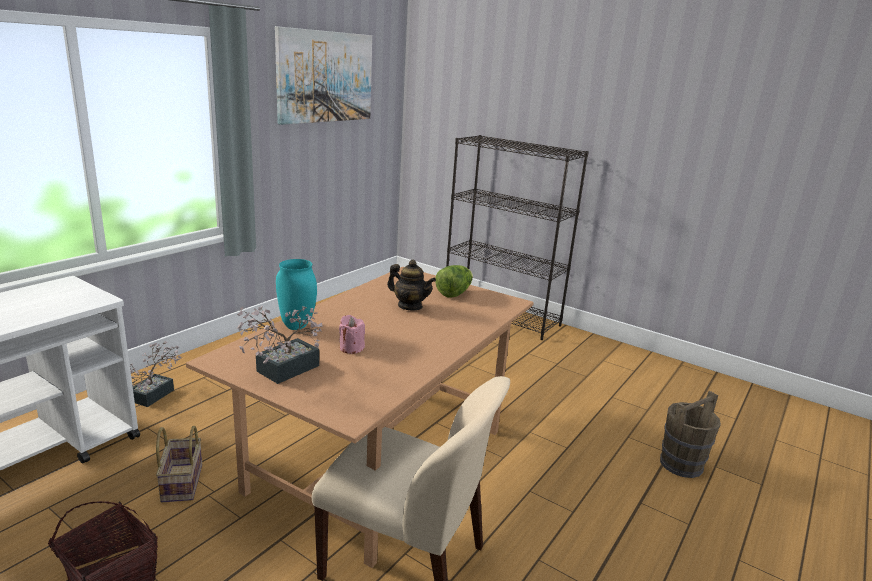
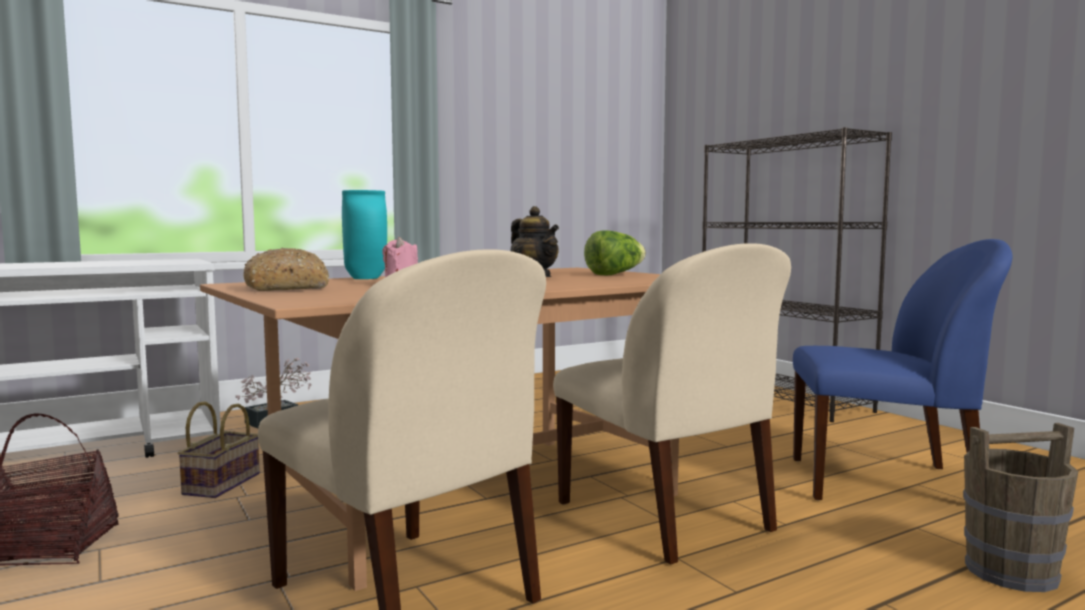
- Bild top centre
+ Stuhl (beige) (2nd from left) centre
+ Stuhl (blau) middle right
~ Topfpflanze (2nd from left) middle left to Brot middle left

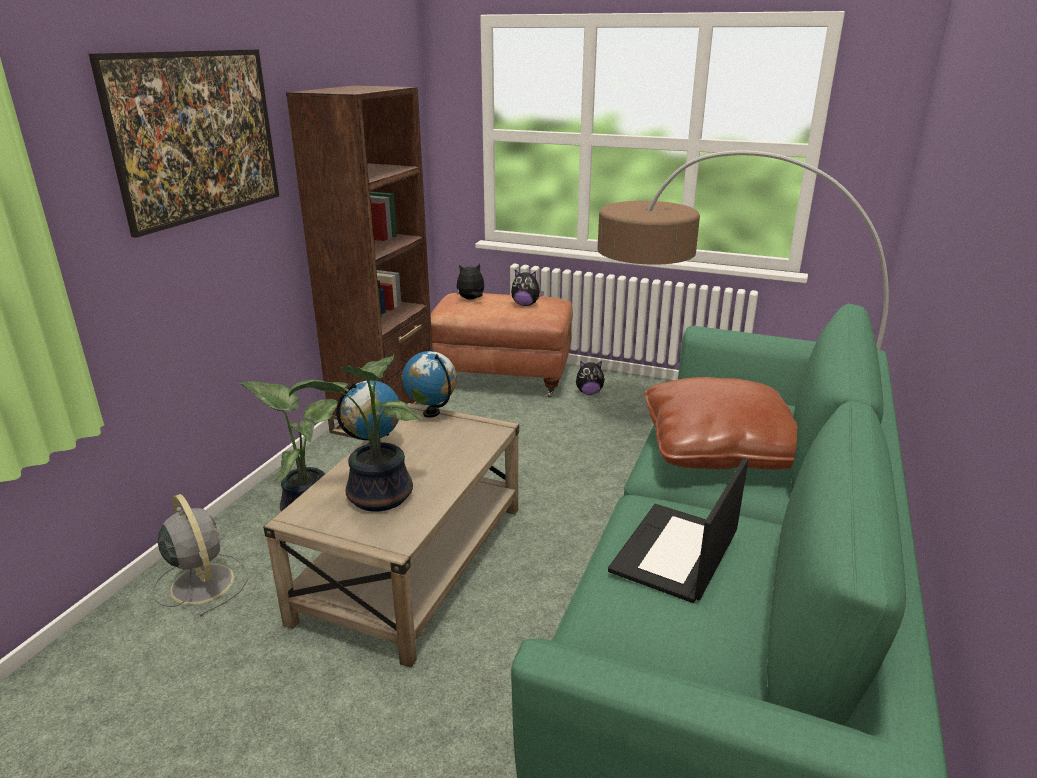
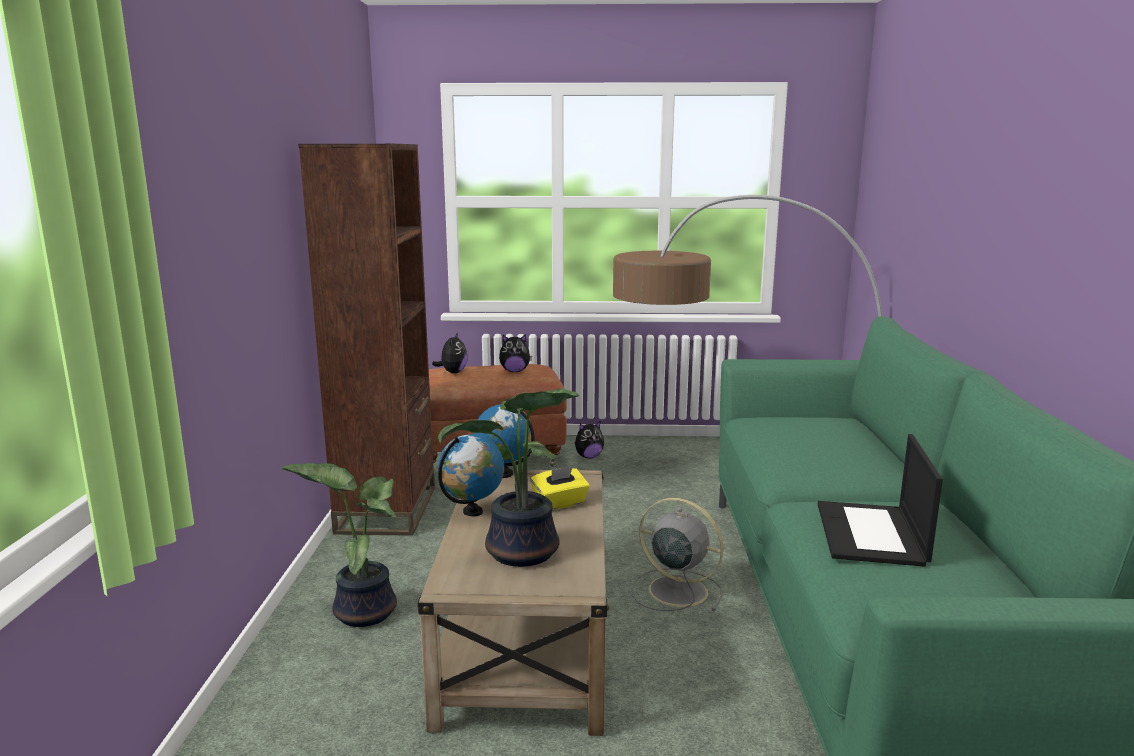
- Bild top left
- Kissen (braun) middle right
+ Taschentuchbox (gelb) centre
~ Ventilator (grau) bottom left to bottom centre
~ Plüschtier (1st from left) centre = centre 135 degrees clockwise

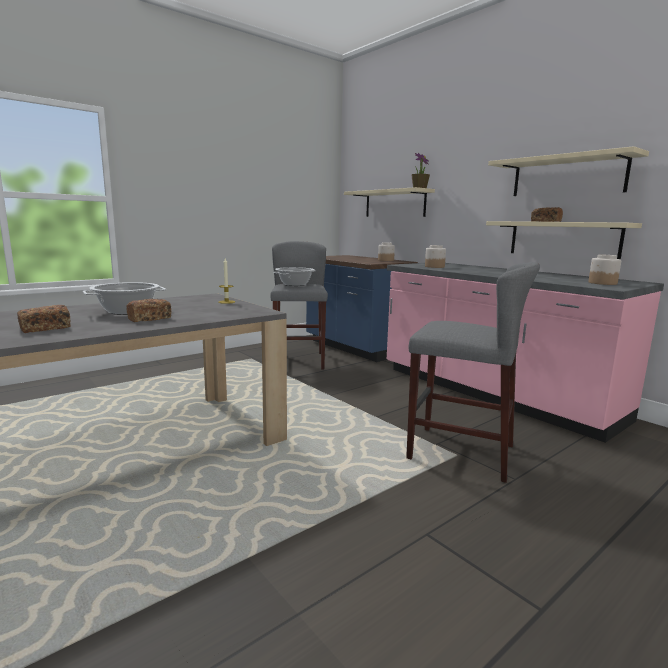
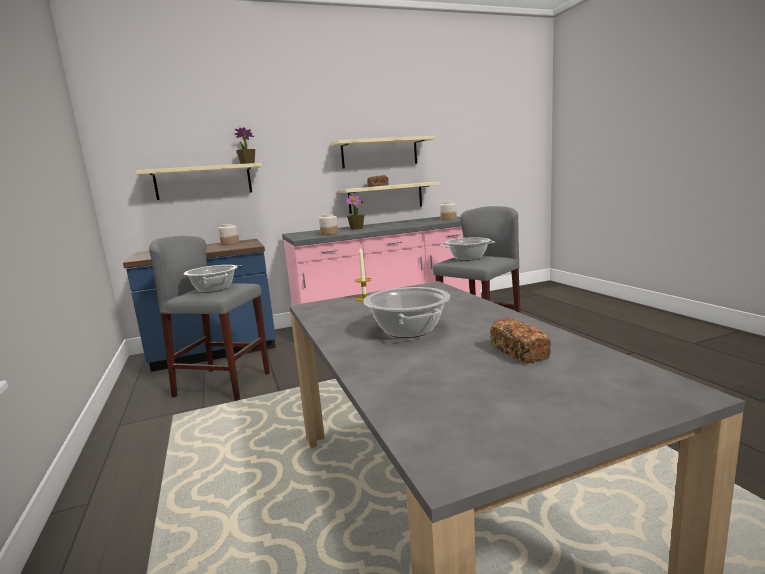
- Brot (2nd from left) middle left
+ Topfpflanze (2nd from left) centre
+ Kochtopf (3rd from left) centre

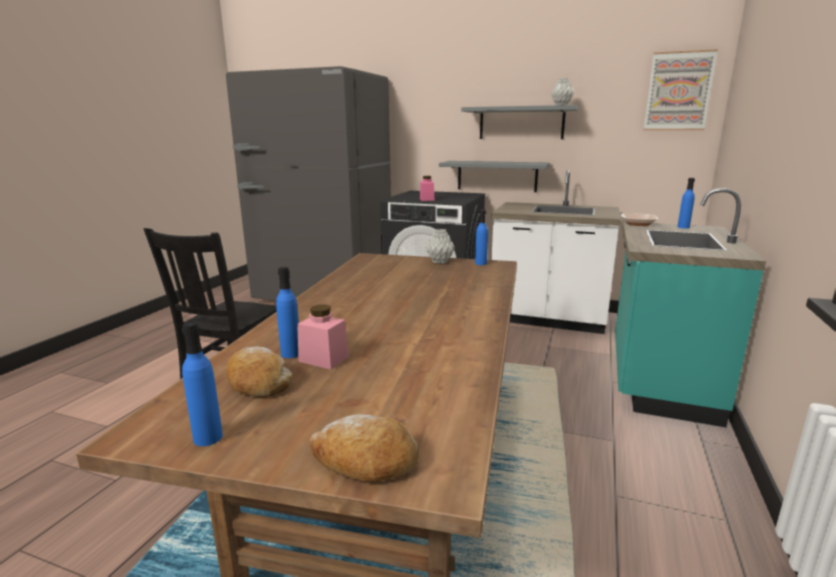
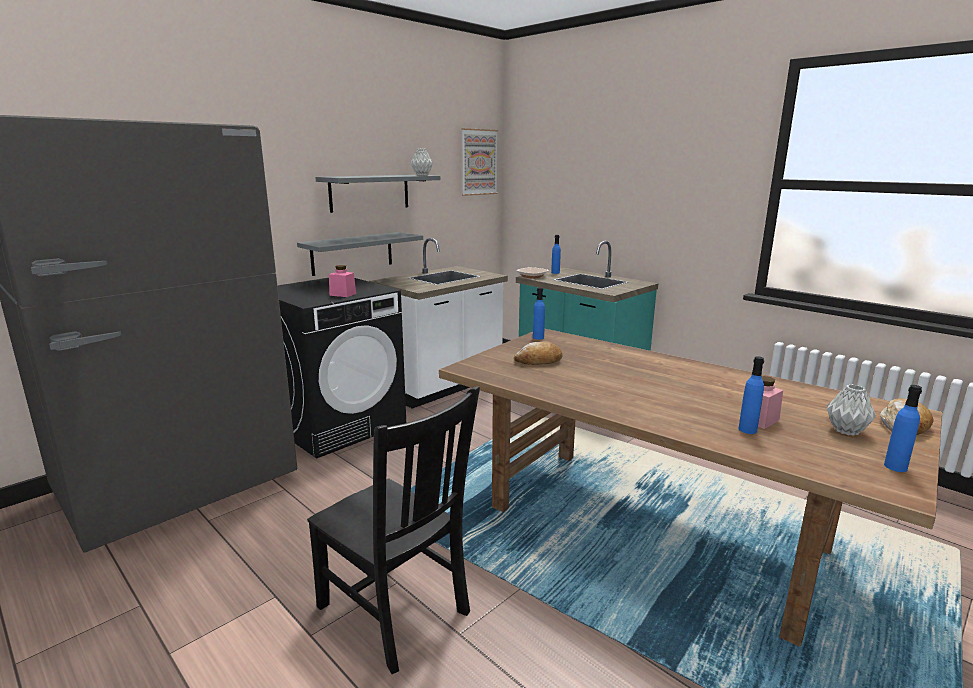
~ Brot (1st from left) middle left to centre
~ Vase (grau) (1st from left in the first image) centre to Vase (grau) (2nd from left) middle right

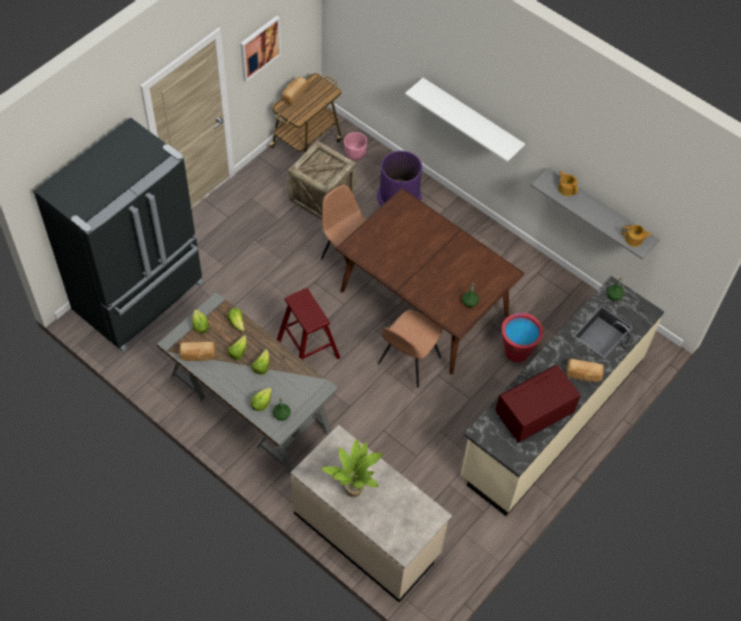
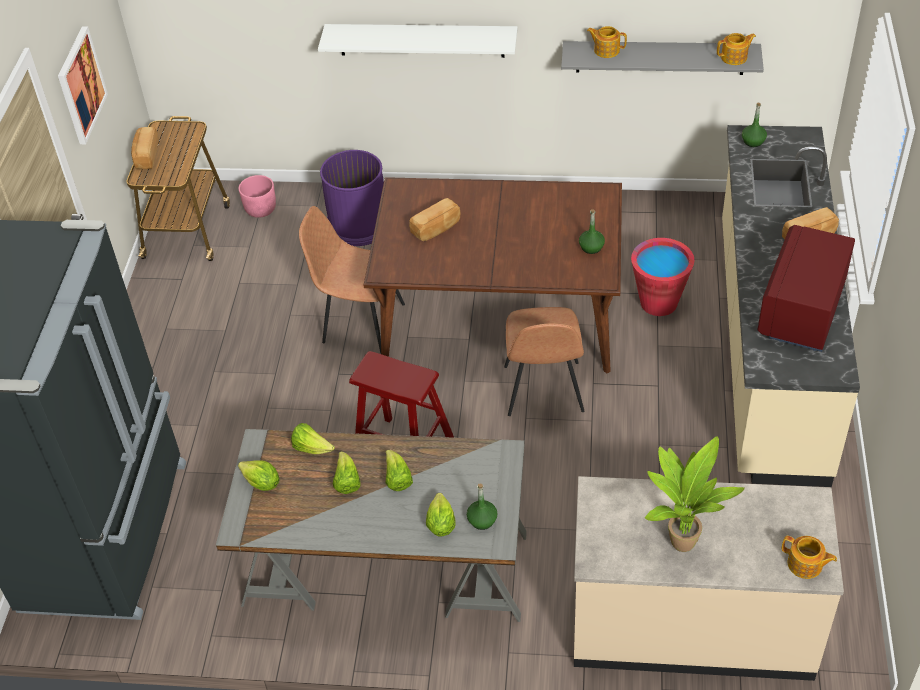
- Kiste top centre
+ Teekanne (3rd from left) bottom right
~ Brot (1st from left in the first image) middle left to Brot (2nd from left) top centre

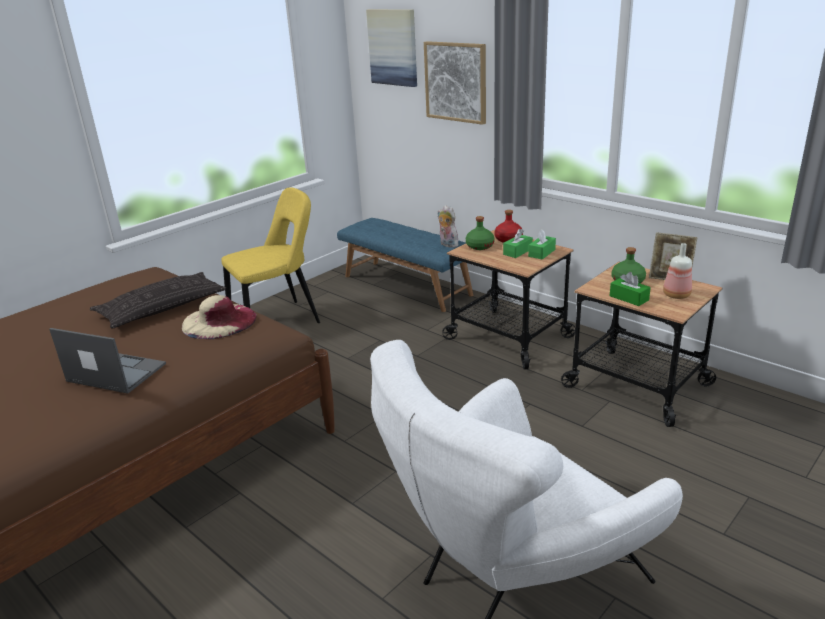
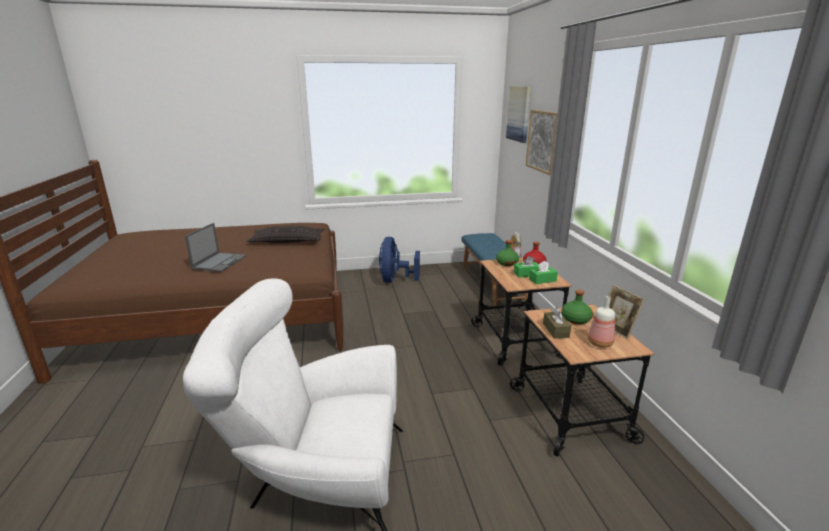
- Hut (beige) middle left
~ Stuhl (gelb) middle left to Ventilator (blau) centre
~ Taschentuchbox (grün) (3rd from left) middle right to Taschentuchbox (braun) middle right
~ Laptop middle left = middle left 45 degrees clockwise

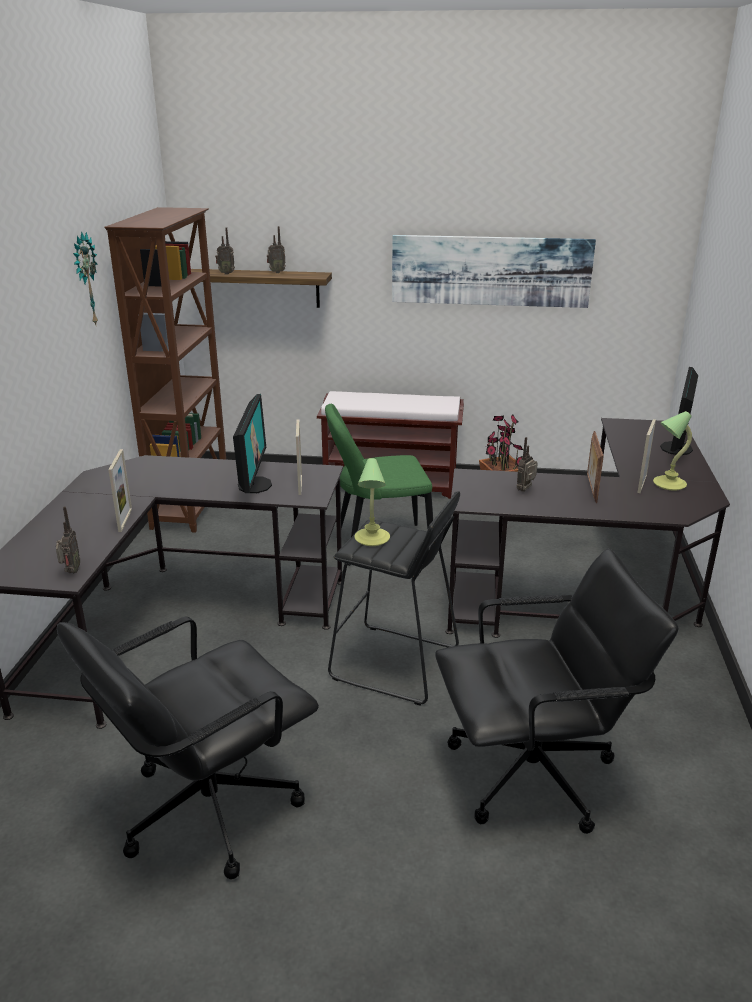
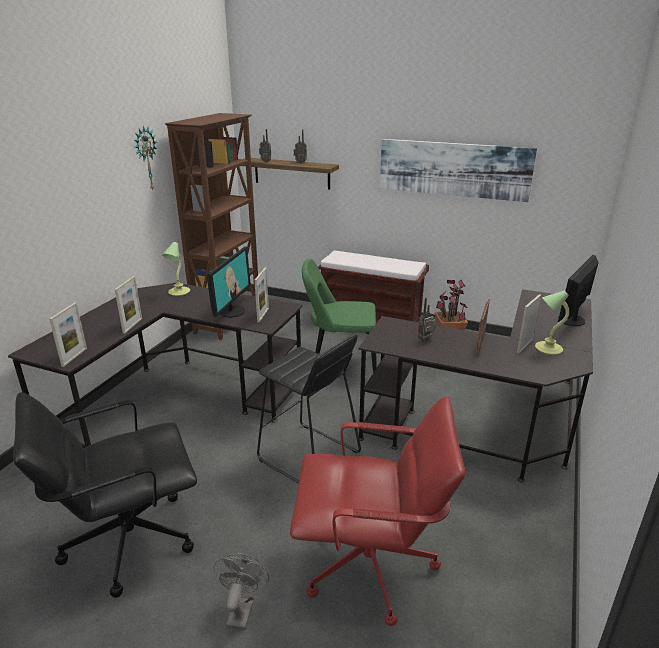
+ Ventilator (grau) bottom centre
~ Tischlampe (1st from left) centre to middle left
~ Radio (1st from left) middle left to Bilderrahmen (1st from left) middle left
~ Bürostuhl (schwarz) (2nd from left) bottom right to Bürostuhl (rot) bottom centre

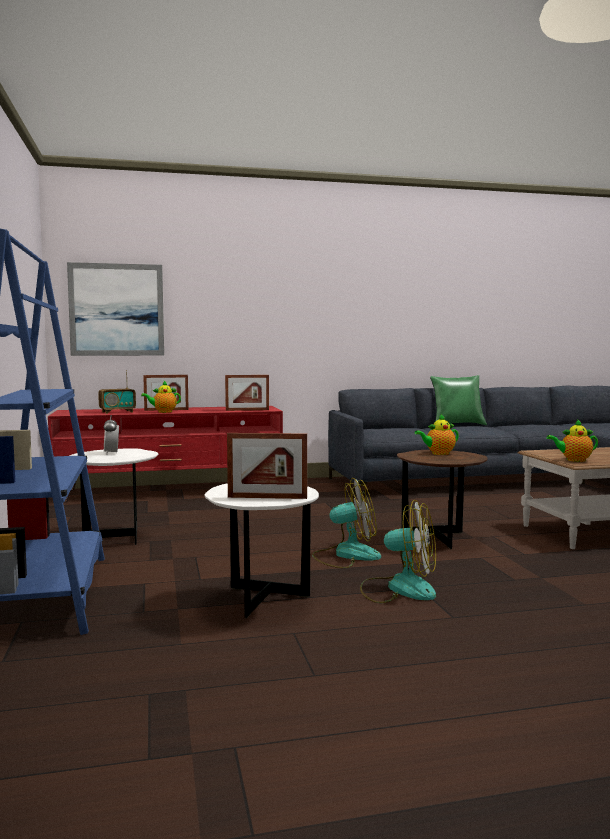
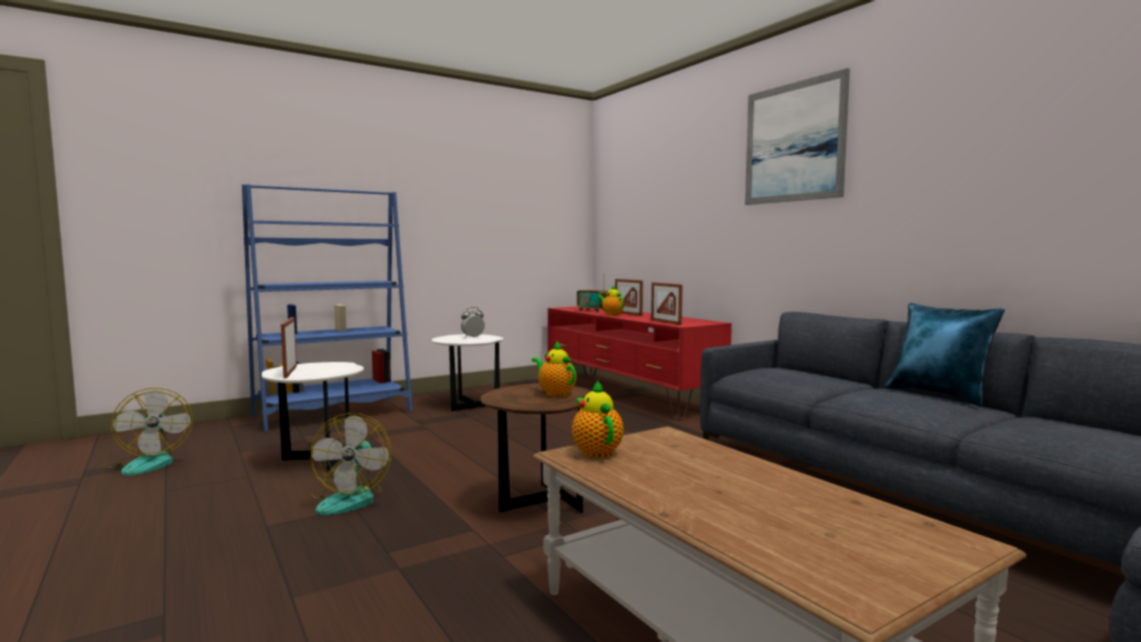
~ Bild middle left to top right
~ Ventilator (1st from left) centre to bottom left
~ Kissen (grün) middle right to Kissen (blau) middle right

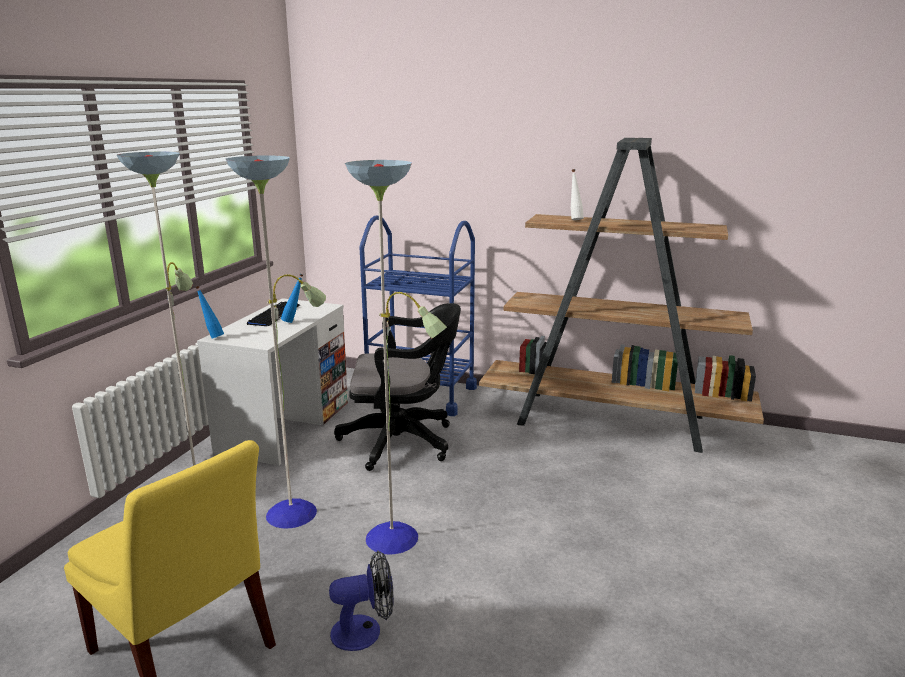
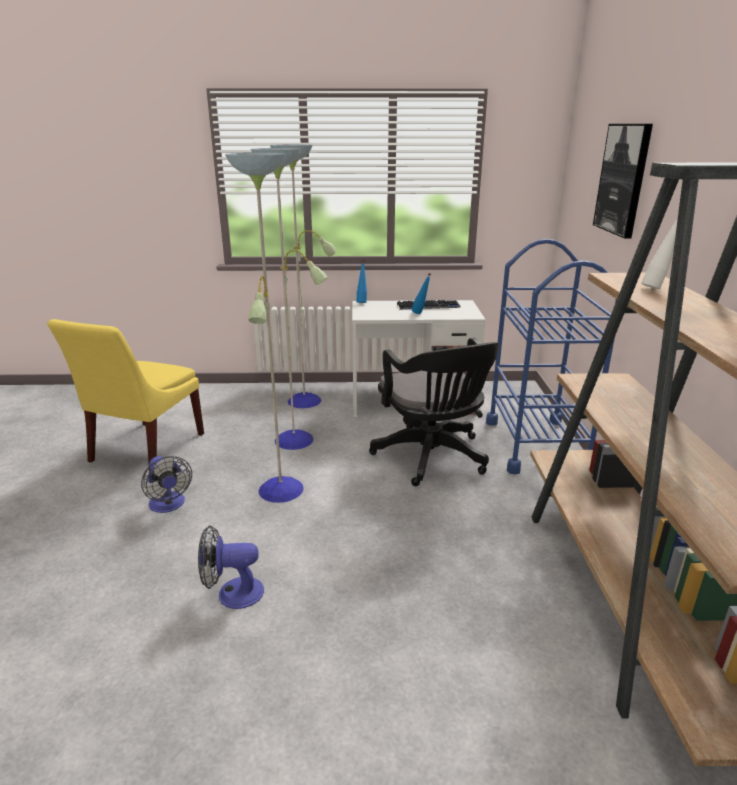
+ Ventilator (2nd from left) bottom left
+ Bild top right

